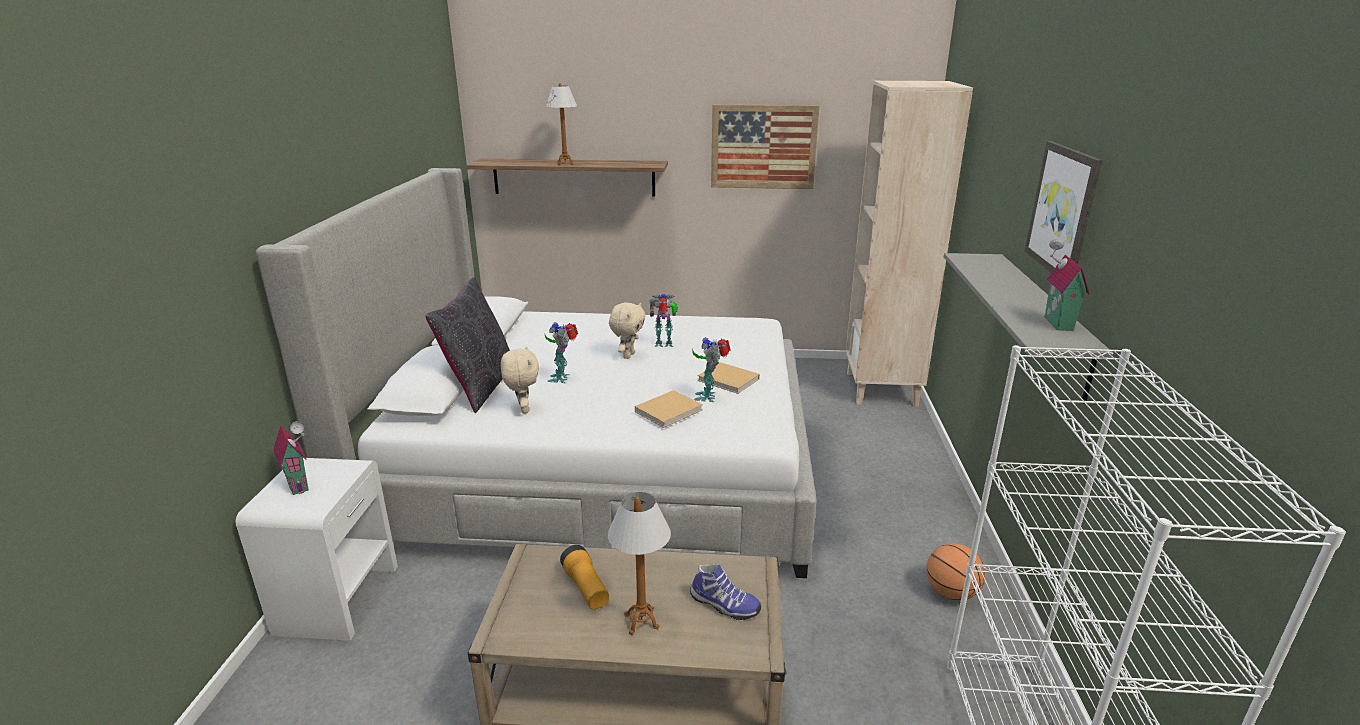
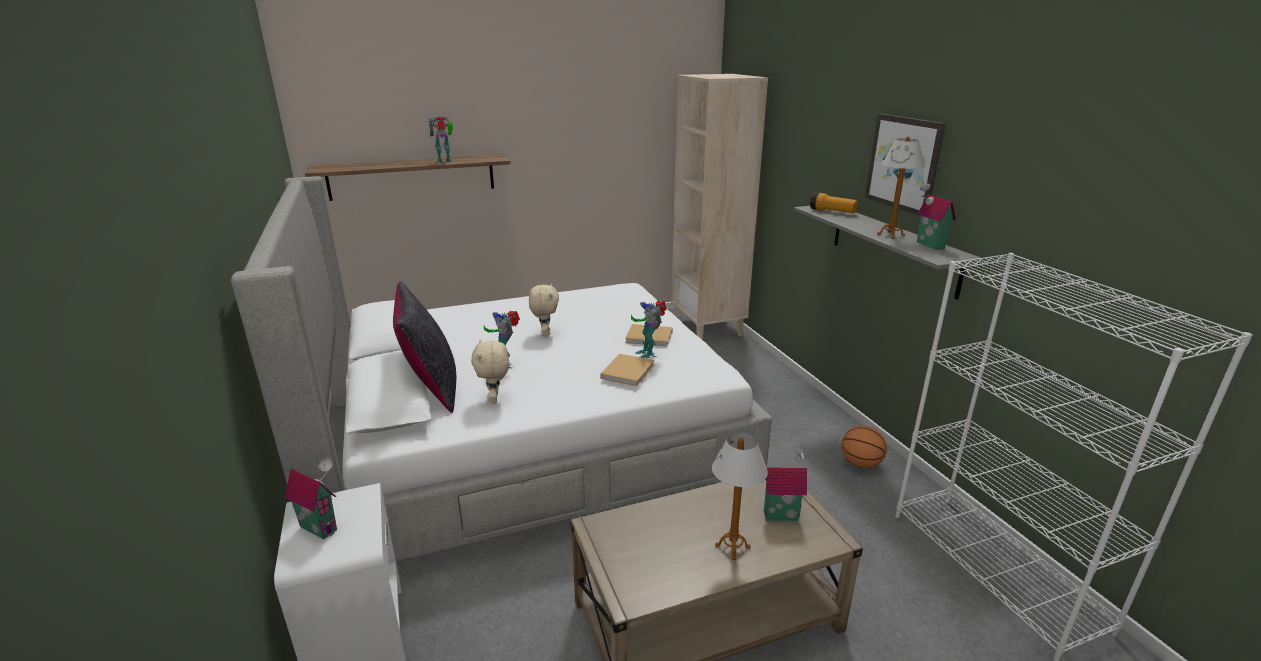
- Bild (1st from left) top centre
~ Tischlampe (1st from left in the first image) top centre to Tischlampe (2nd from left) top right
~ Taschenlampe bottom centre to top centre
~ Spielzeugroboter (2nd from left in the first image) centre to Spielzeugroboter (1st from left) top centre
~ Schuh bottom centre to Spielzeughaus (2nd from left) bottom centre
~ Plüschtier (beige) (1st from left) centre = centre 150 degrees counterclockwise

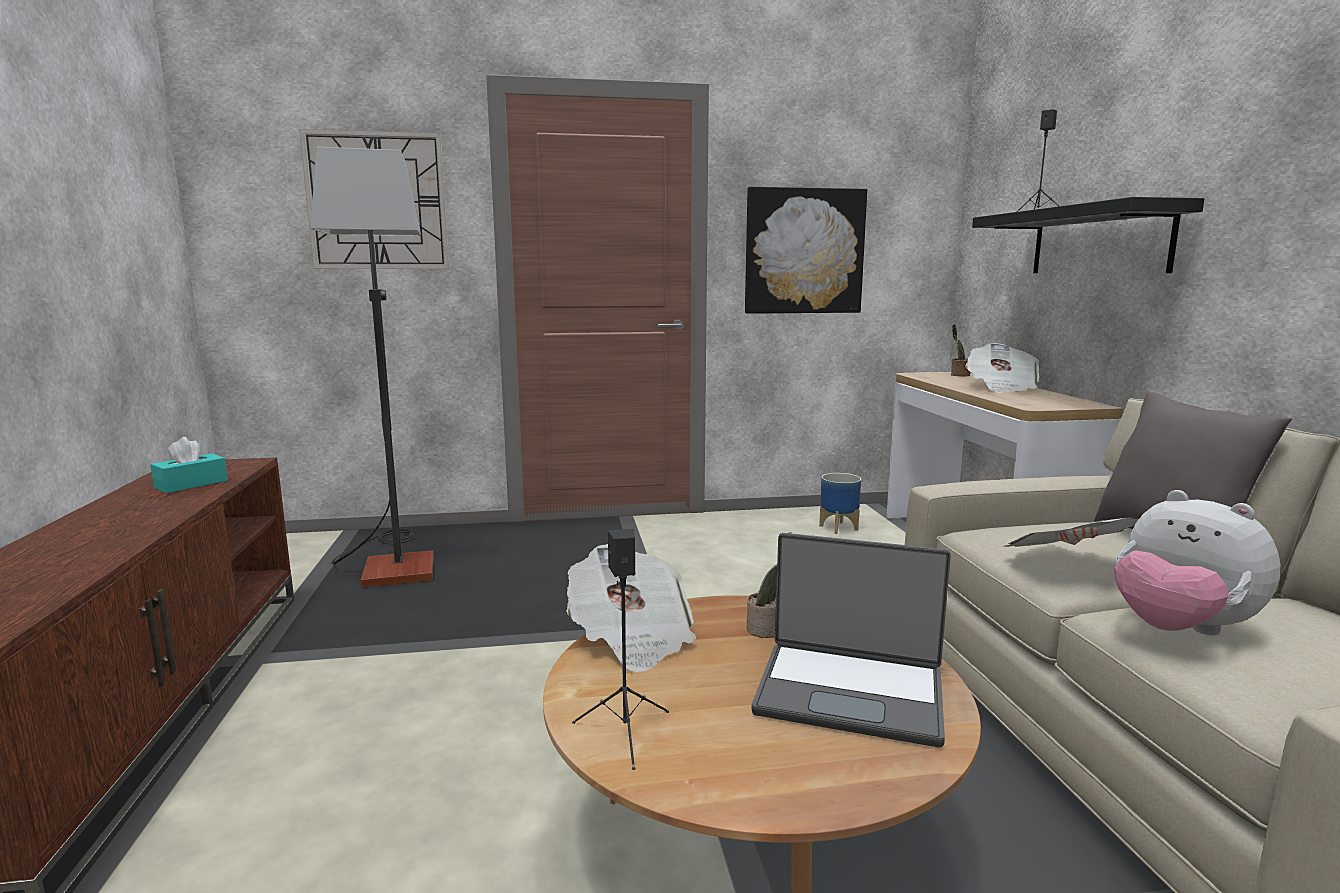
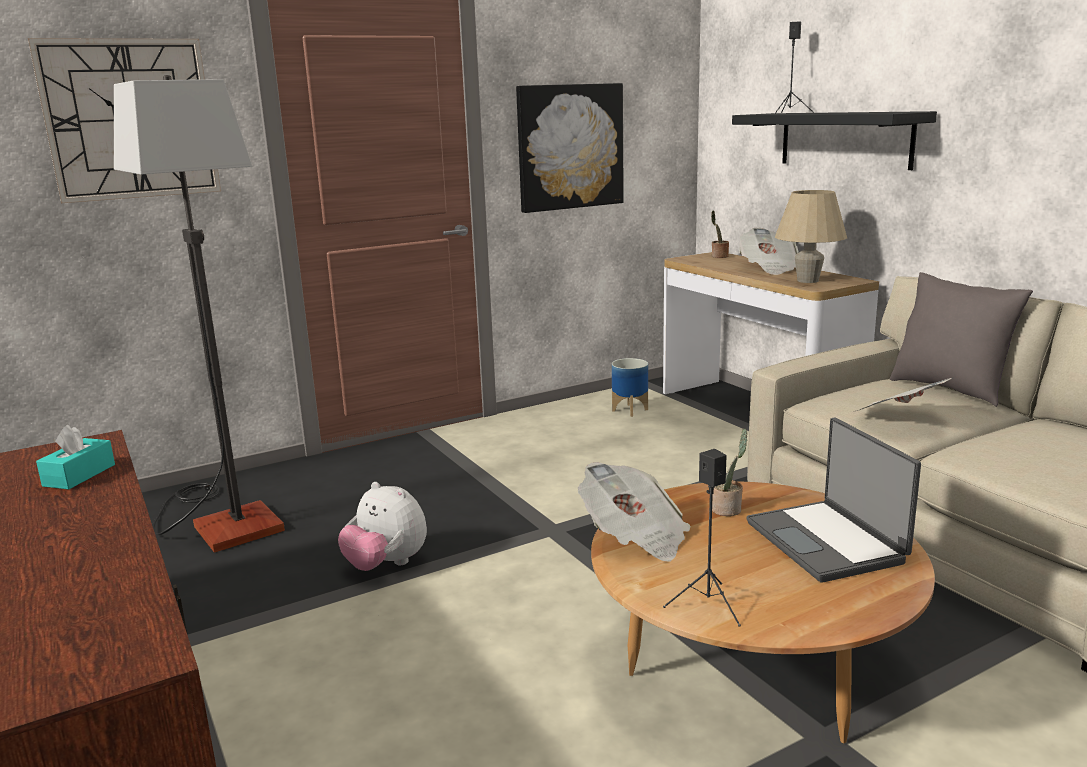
+ Tischlampe (beige) top right
~ Plüschtier middle right to bottom centre
~ Laptop bottom centre = middle right 75 degrees clockwise

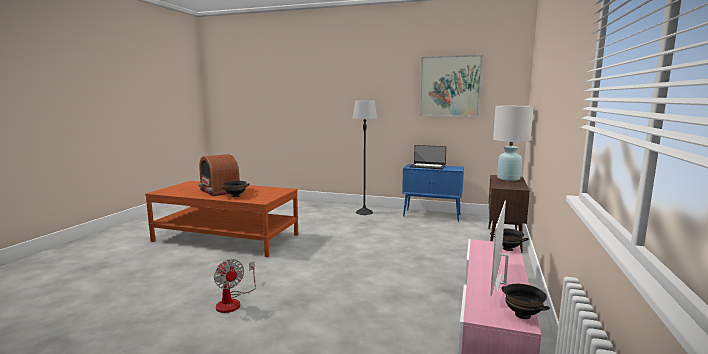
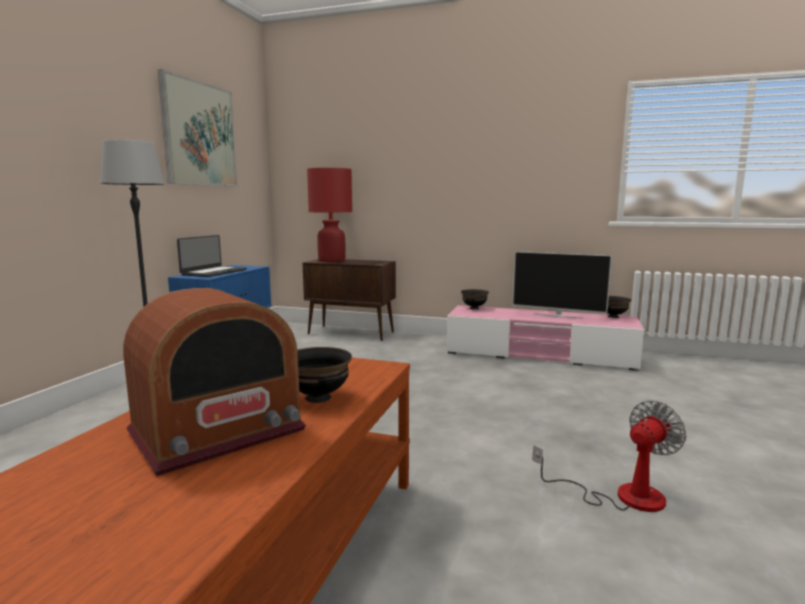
~ Tischlampe (weiß) middle right to Tischlampe (rot) centre

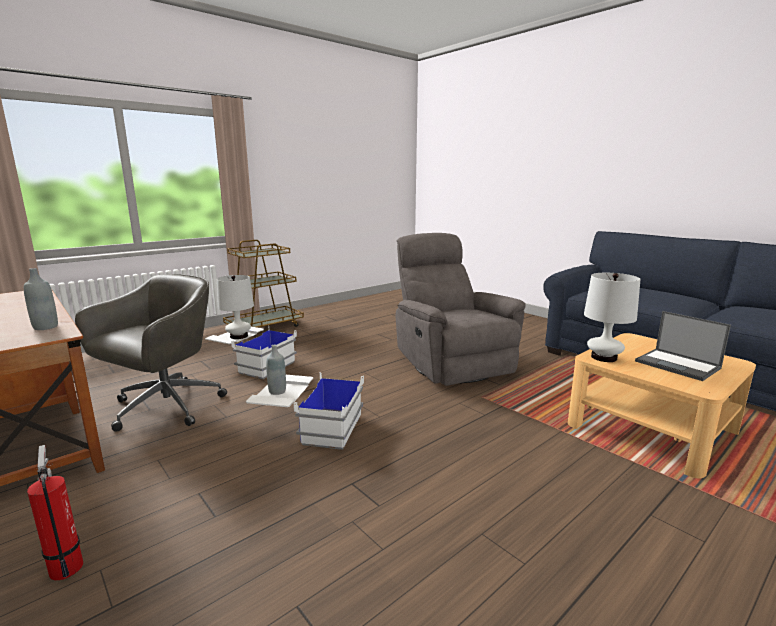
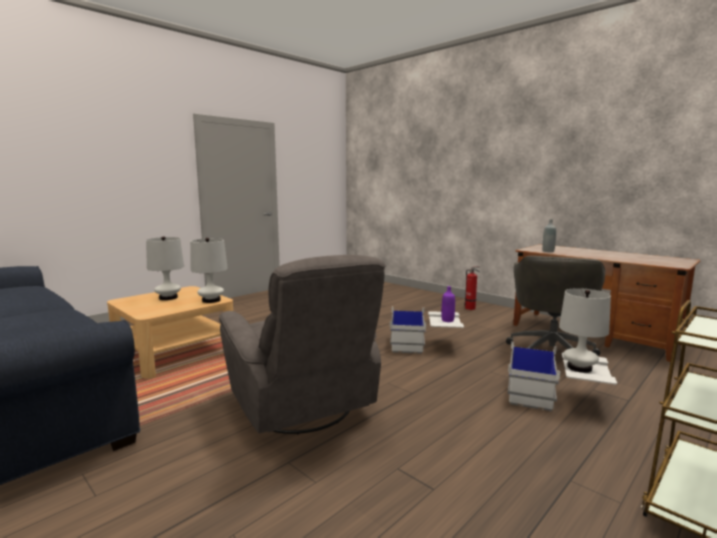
~ Laptop middle right to Tischlampe (weiß) (1st from left) middle left
~ Flasche (grau) (2nd from left) centre to Flasche (lila) centre

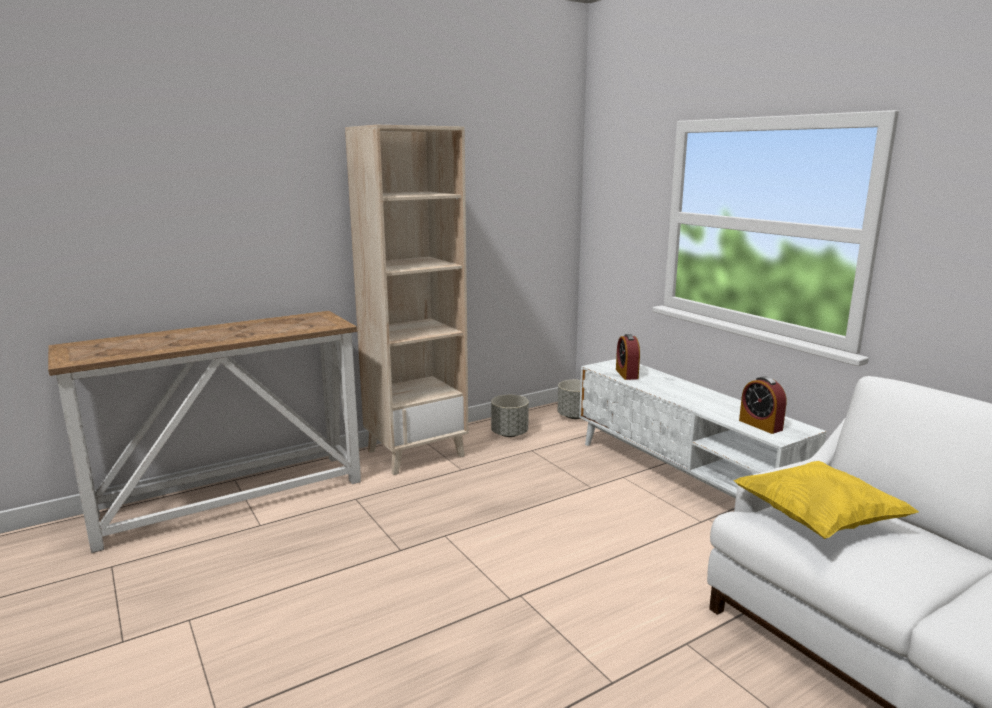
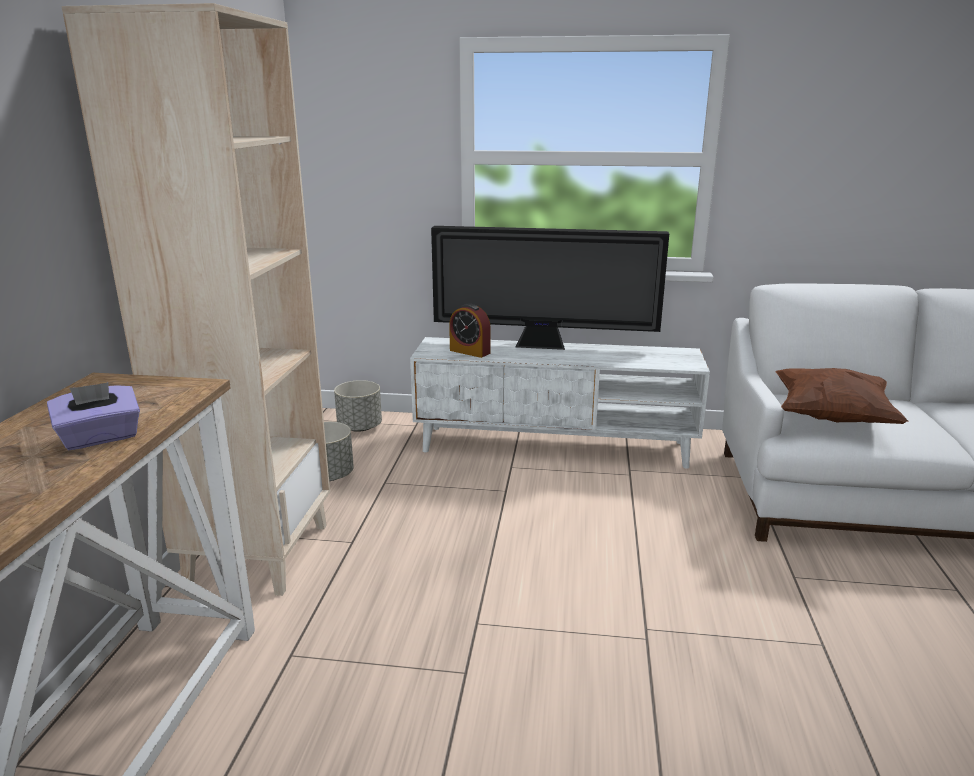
- Wecker (2nd from left) middle right
+ Taschentuchbox (lila) middle left
+ Fernseher centre
~ Kissen (gelb) bottom right to Kissen (braun) middle right

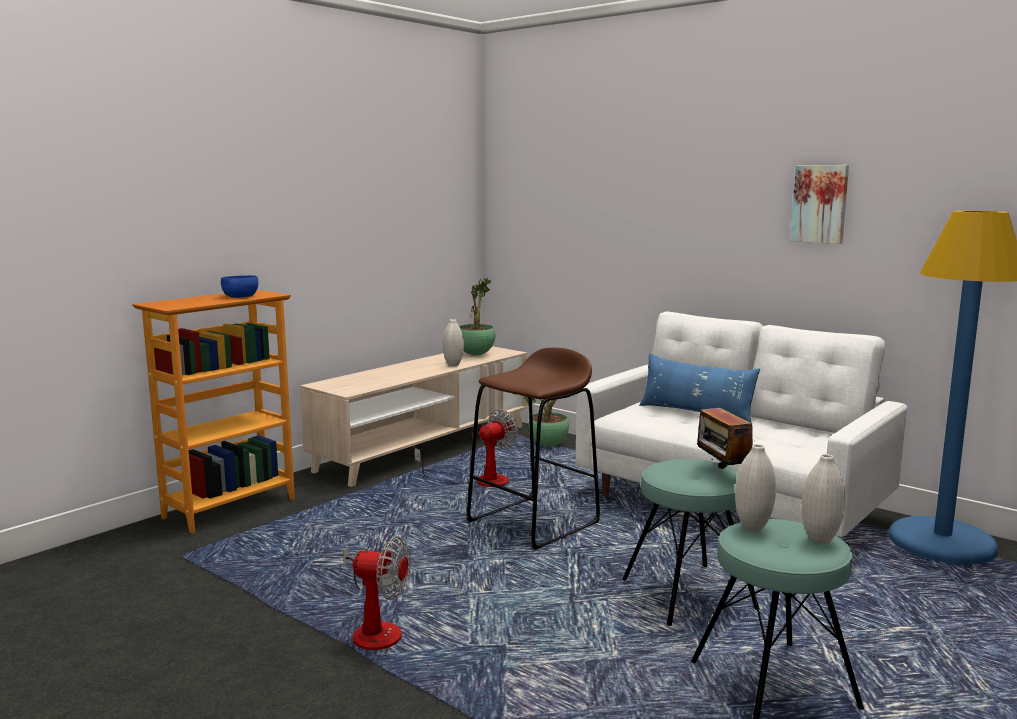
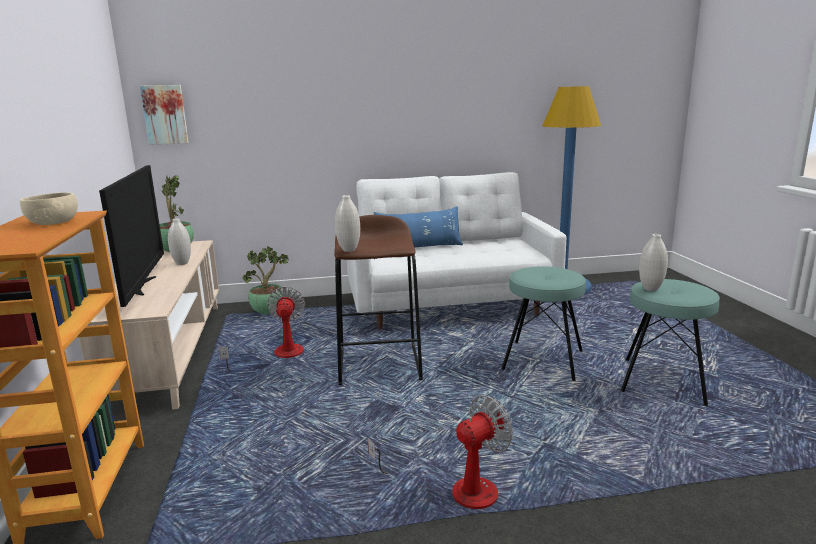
- Radio middle right
+ Fernseher middle left
~ Bild top right to top left
~ Vase (weiß) (3rd from left in the first image) bottom right to Vase (weiß) (2nd from left) centre
~ Schüssel (blau) middle left to Schüssel (beige) middle left

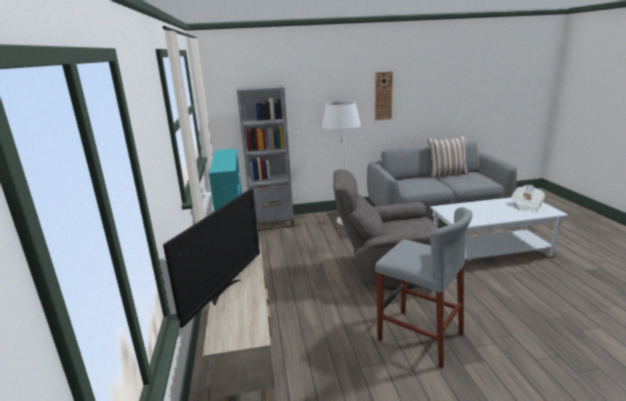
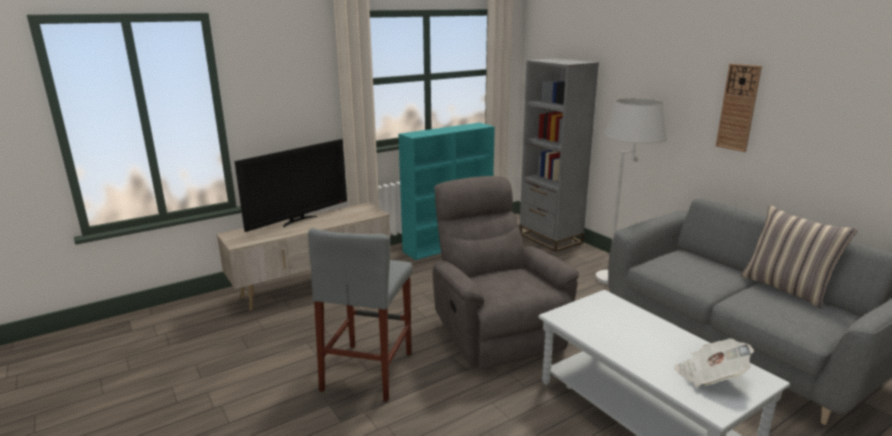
~ Fernseher centre = middle left 45 degrees counterclockwise

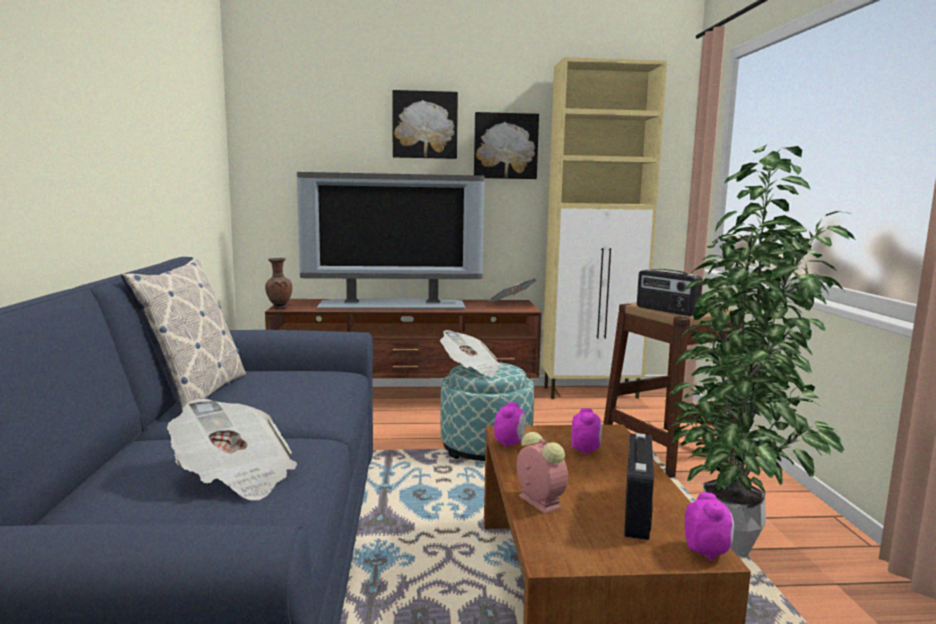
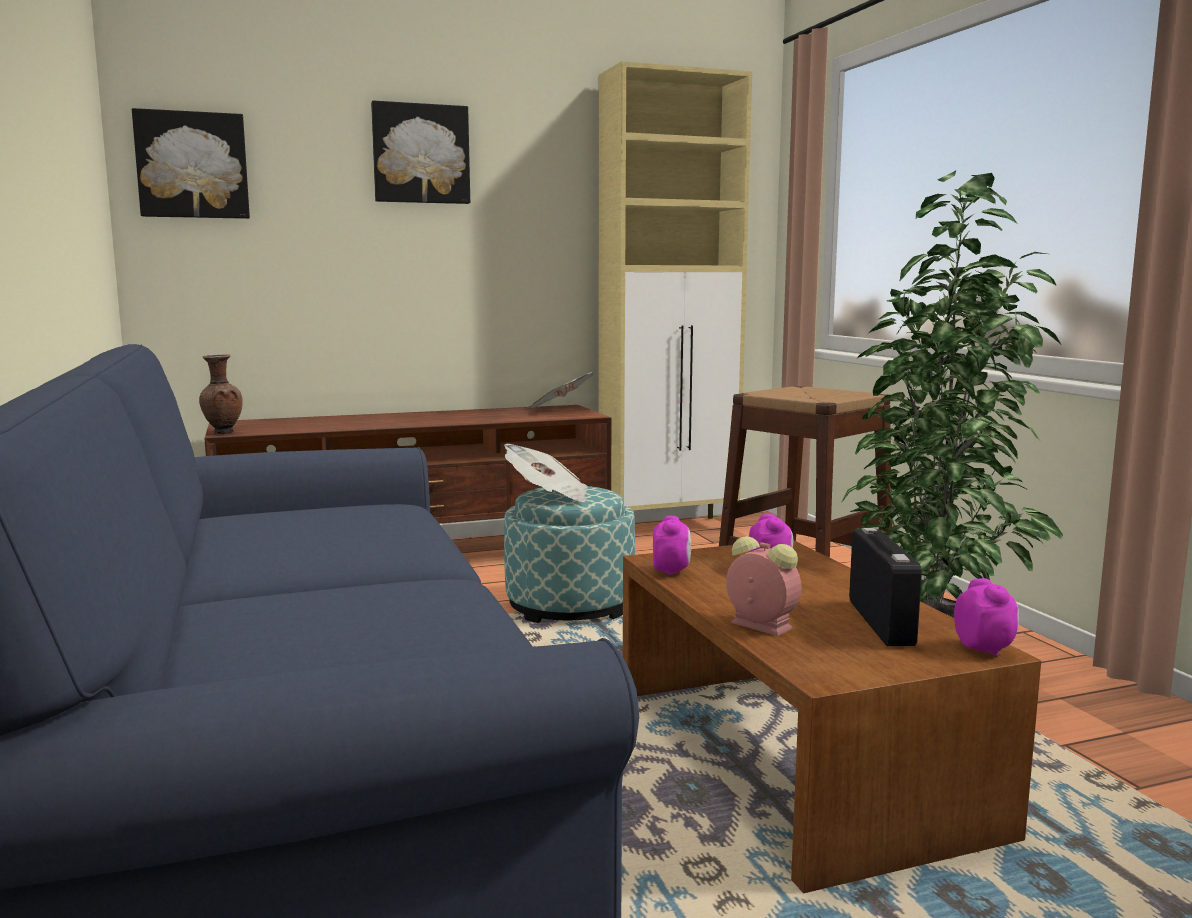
- Kissen middle left
- Zeitung (1st from left) bottom left
- Fernseher centre
- Radio (2nd from left) middle right
~ Bild (2nd from left in the first image) top centre to Bild (1st from left) top left

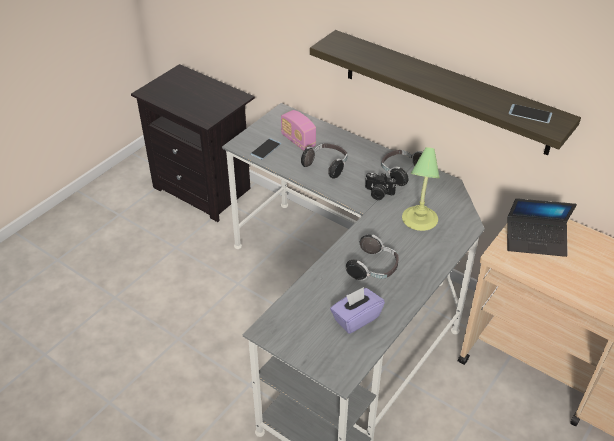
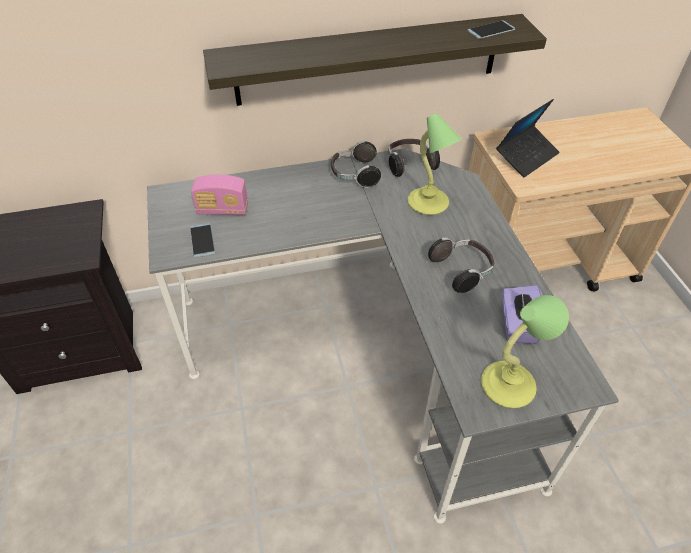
- Kamera centre
+ Tischlampe (2nd from left) middle right
~ Kopfhörer (1st from left in the first image) centre to Kopfhörer (2nd from left) top centre

